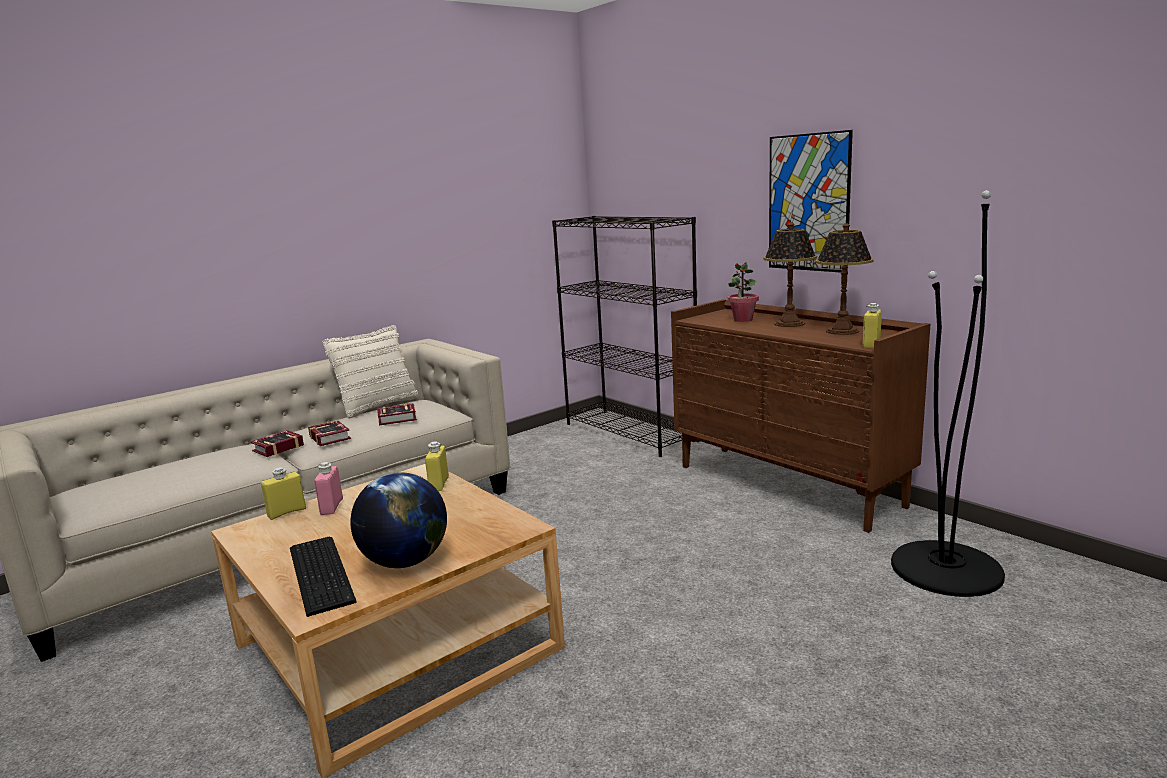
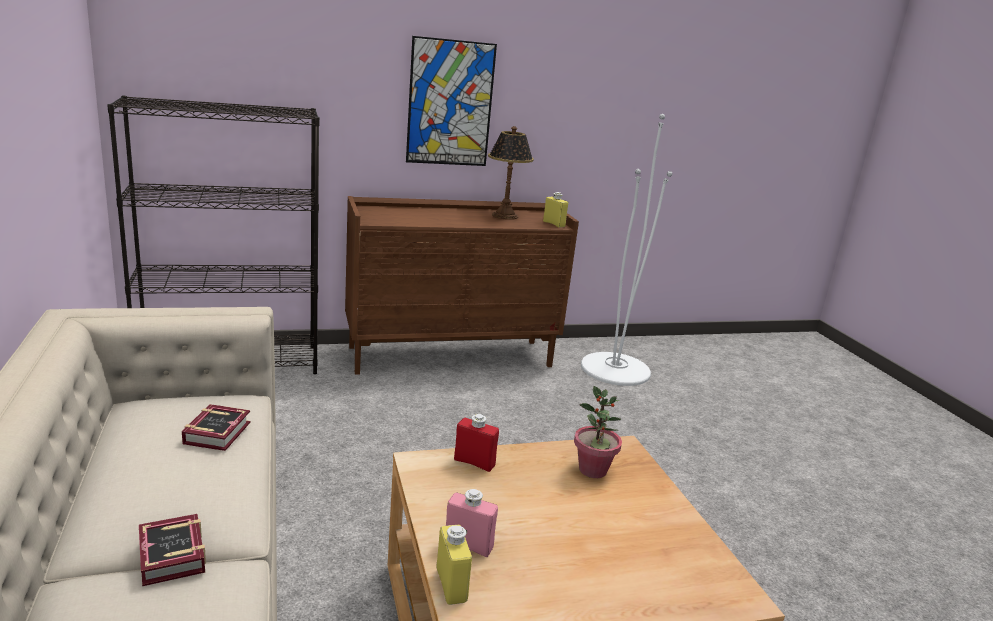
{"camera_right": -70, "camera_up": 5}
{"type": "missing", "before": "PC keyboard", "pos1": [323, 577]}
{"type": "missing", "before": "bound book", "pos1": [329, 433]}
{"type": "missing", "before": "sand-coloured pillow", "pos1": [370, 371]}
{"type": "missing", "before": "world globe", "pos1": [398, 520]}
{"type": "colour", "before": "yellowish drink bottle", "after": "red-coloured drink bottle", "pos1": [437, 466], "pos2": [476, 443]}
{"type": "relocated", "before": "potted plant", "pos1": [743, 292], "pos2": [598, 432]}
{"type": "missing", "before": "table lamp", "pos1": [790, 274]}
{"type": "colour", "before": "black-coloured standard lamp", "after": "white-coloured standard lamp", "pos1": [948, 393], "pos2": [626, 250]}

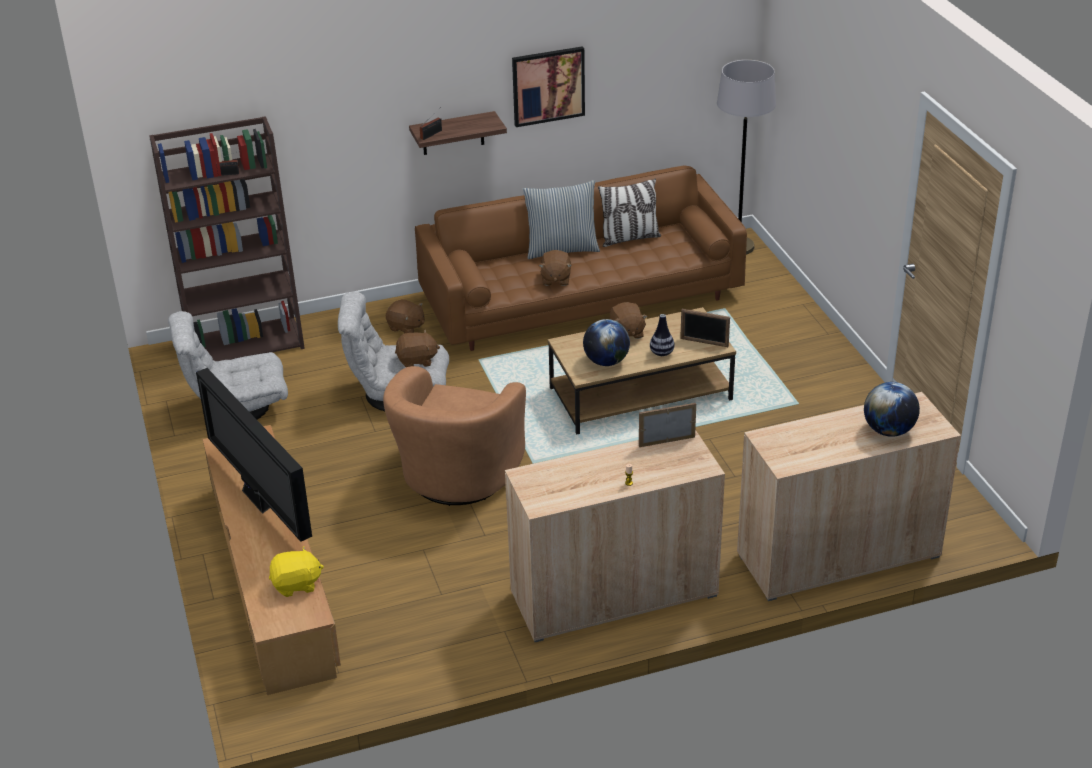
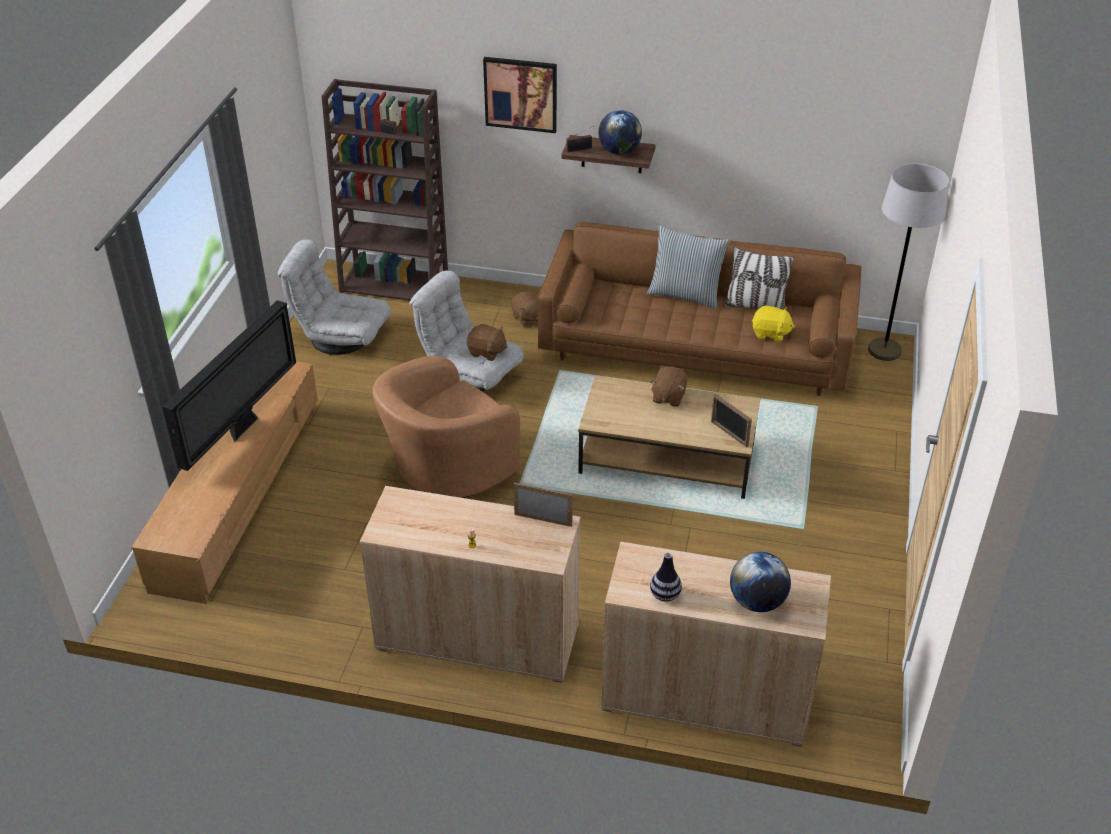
{"camera_right": 30, "camera_up": 5}
{"type": "spun", "before": "television", "pos1": [254, 455], "pos2": [229, 385], "turn": -150}
{"type": "relocated", "before": "yellowish plush toy", "pos1": [296, 571], "pos2": [773, 324]}
{"type": "relocated", "before": "picture", "pos1": [548, 86], "pos2": [520, 95]}
{"type": "missing", "before": "brown-coloured plush toy", "pos1": [555, 268]}
{"type": "relocated", "before": "world globe", "pos1": [606, 342], "pos2": [620, 132]}
{"type": "relocated", "before": "flower vase", "pos1": [662, 335], "pos2": [666, 577]}

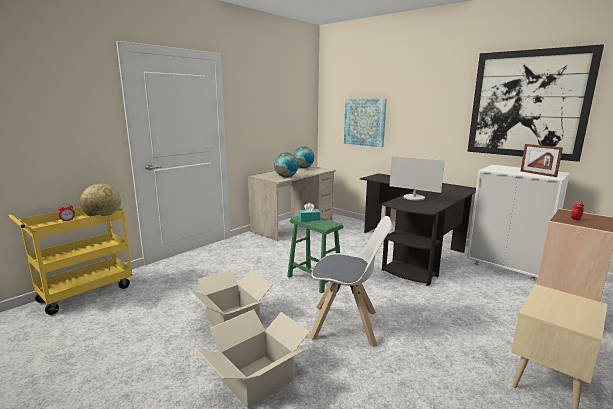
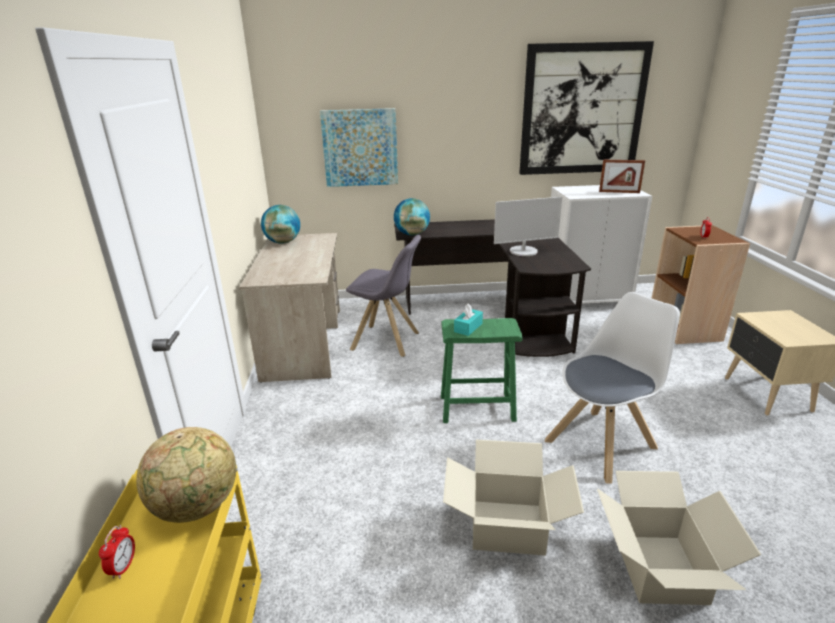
{"camera_right": -45, "camera_up": 10}
{"type": "relocated", "before": "world globe", "pos1": [286, 164], "pos2": [412, 216]}
{"type": "appeared", "after": "grey plain chair", "pos2": [383, 296]}

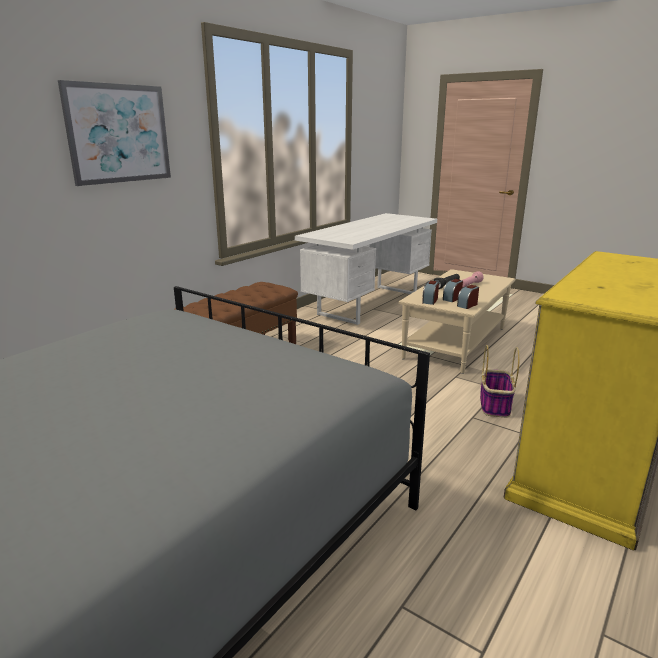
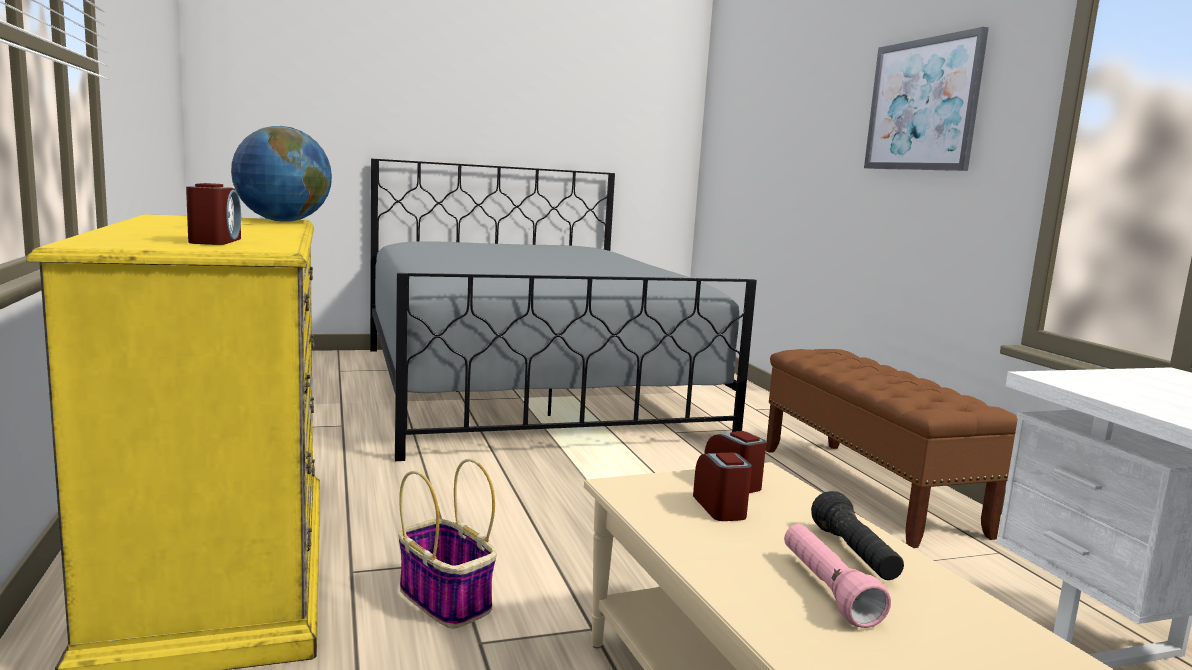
{"camera_right": 125, "camera_up": -10}
{"type": "relocated", "before": "table clock", "pos1": [468, 297], "pos2": [213, 214]}
{"type": "appeared", "after": "world globe", "pos2": [281, 174]}

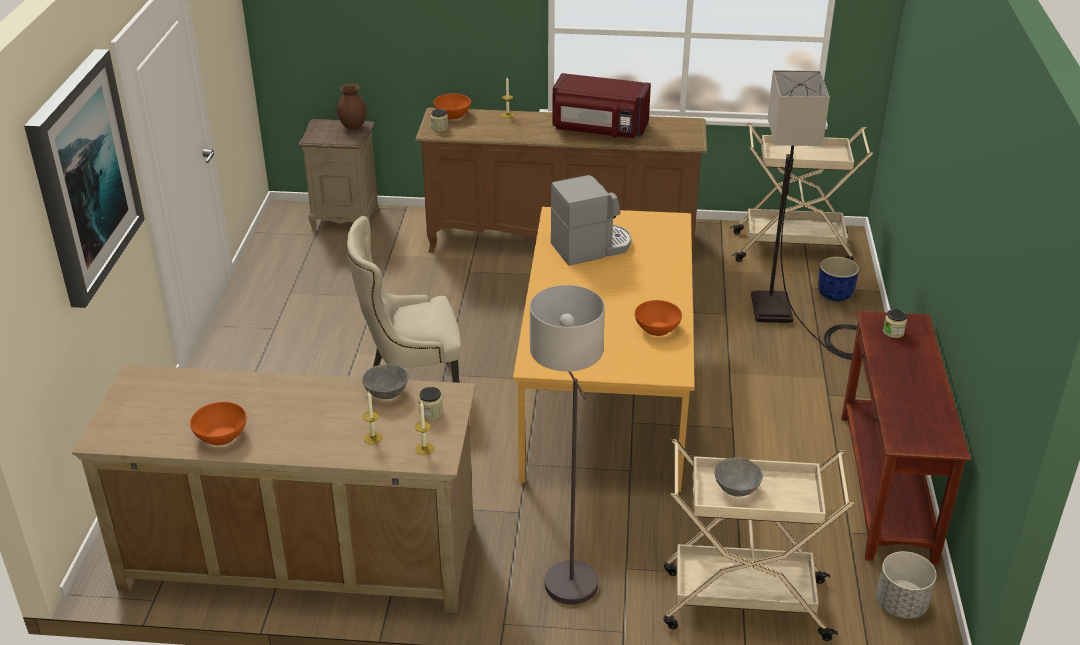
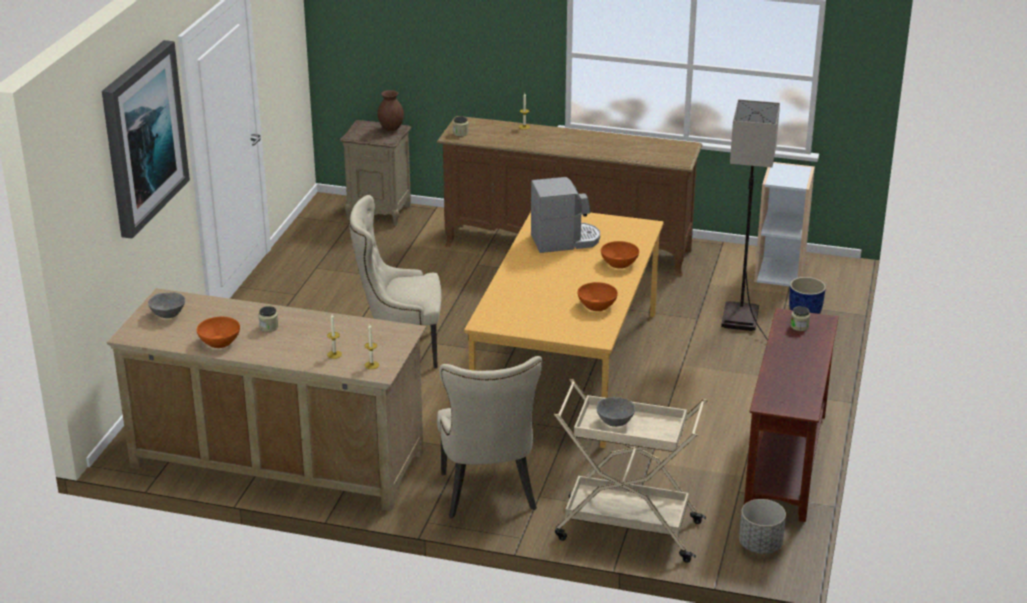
{"camera_right": 10, "camera_up": -5}
{"type": "relocated", "before": "grey serving bowl", "pos1": [385, 381], "pos2": [166, 305]}
{"type": "relocated", "before": "jar", "pos1": [430, 403], "pos2": [269, 319]}
{"type": "relocated", "before": "orange serving bowl", "pos1": [452, 106], "pos2": [620, 255]}
{"type": "exchanged", "before": "grey standard lamp", "after": "sand-coloured plain chair", "pos1": [567, 445], "pos2": [489, 437]}
{"type": "missing", "before": "red-coloured kitchen microwave", "pos1": [601, 105]}
{"type": "exchanged", "before": "sand-coloured wheeled cart", "after": "bookshelf", "pos1": [802, 192], "pos2": [784, 224]}

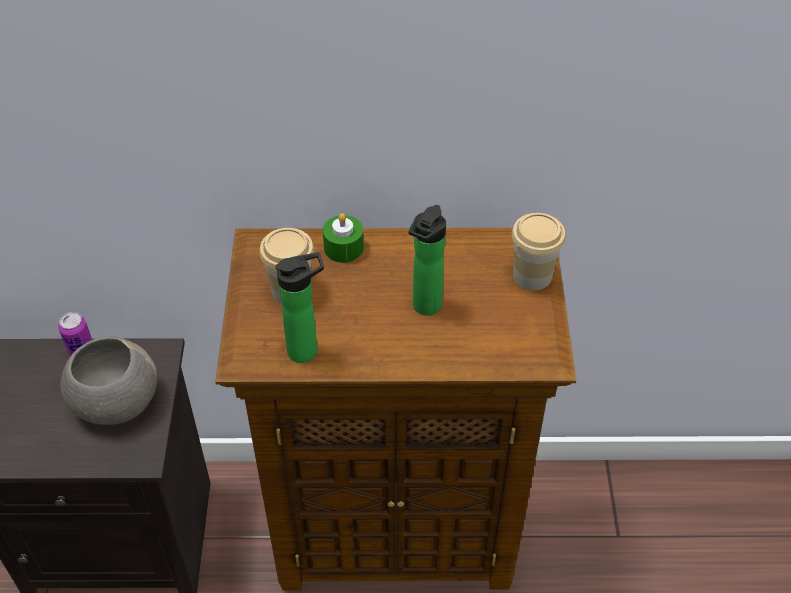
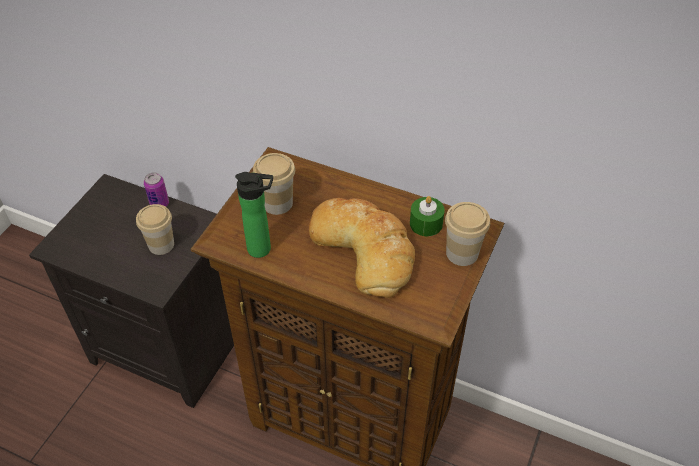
{"camera_right": 25, "camera_up": 0}
{"type": "exchanged", "before": "grey serving bowl", "after": "drinking cup", "pos1": [108, 380], "pos2": [155, 229]}
{"type": "relocated", "before": "green wax light", "pos1": [343, 238], "pos2": [427, 216]}
{"type": "exchanged", "before": "drink bottle", "after": "bakery bread", "pos1": [427, 260], "pos2": [362, 248]}

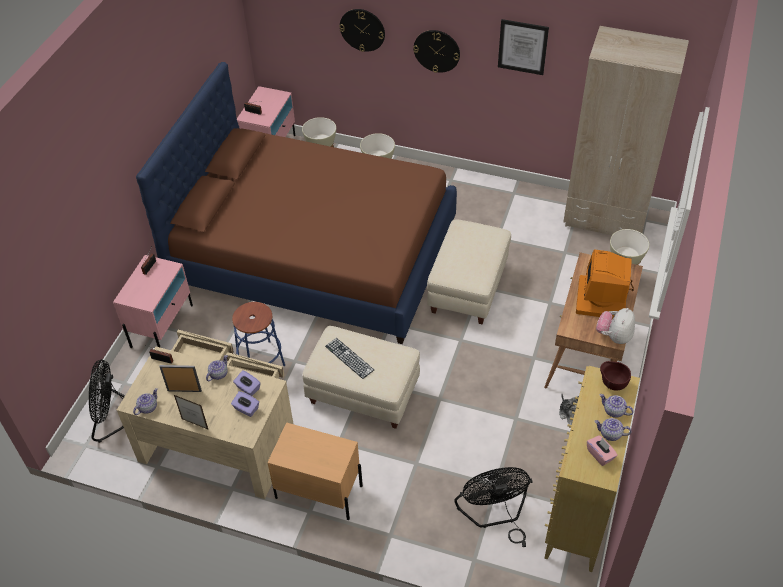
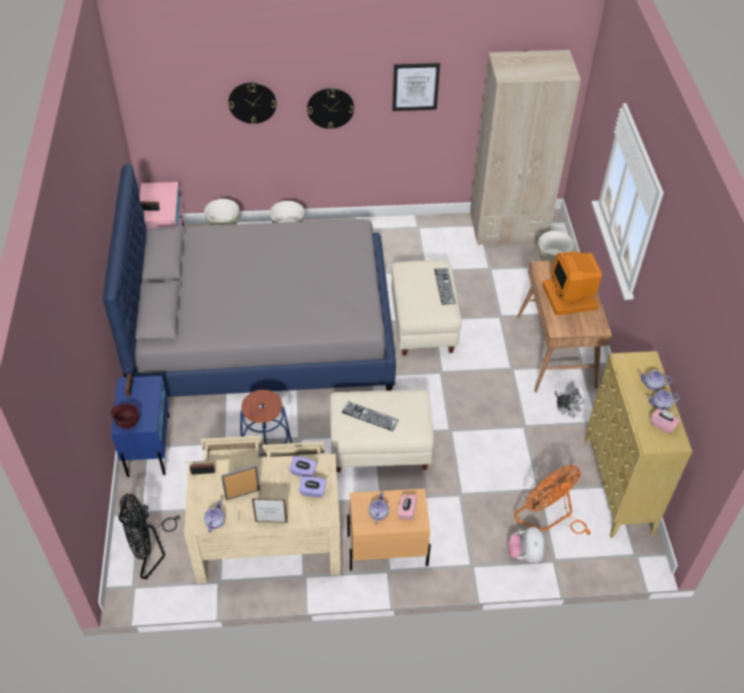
{"camera_right": -25, "camera_up": 0}
{"type": "colour", "before": "pink nightstand", "after": "blue nightstand", "pos1": [153, 301], "pos2": [140, 426]}
{"type": "colour", "before": "brown-coloured bed", "after": "grey bed", "pos1": [296, 203], "pos2": [249, 280]}
{"type": "relocated", "before": "tea pot", "pos1": [217, 368], "pos2": [379, 508]}
{"type": "colour", "before": "black-coloured cooling fan", "after": "orange cooling fan", "pos1": [493, 507], "pos2": [552, 500]}
{"type": "relocated", "before": "plush toy", "pos1": [615, 326], "pos2": [526, 545]}
{"type": "relocated", "before": "brown-coloured serving bowl", "pos1": [615, 376], "pos2": [125, 416]}
{"type": "appeared", "after": "pink tissue box", "pos2": [407, 507]}
{"type": "appeared", "after": "PC keyboard", "pos2": [445, 286]}

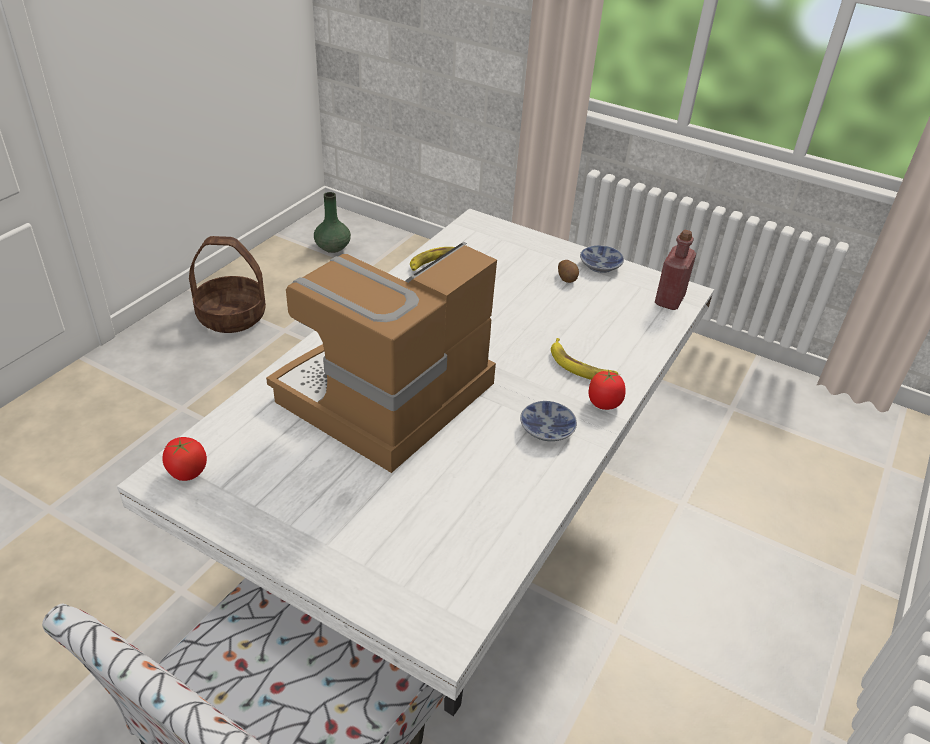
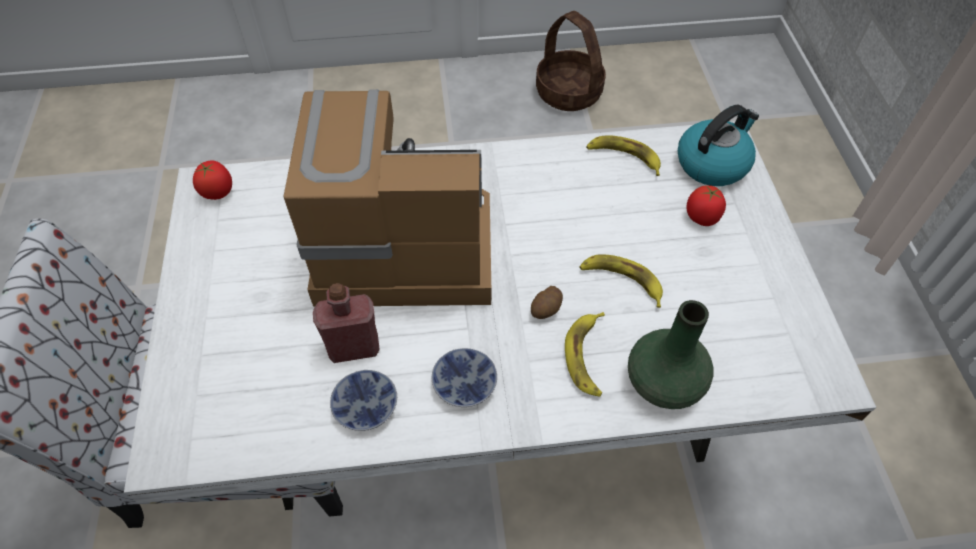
{"camera_right": 55, "camera_up": 15}
{"type": "relocated", "before": "green flower vase", "pos1": [332, 222], "pos2": [671, 354]}
{"type": "relocated", "before": "whole potato", "pos1": [568, 271], "pos2": [547, 302]}
{"type": "relocated", "before": "serving bowl", "pos1": [602, 259], "pos2": [363, 400]}
{"type": "relocated", "before": "fresh tomato", "pos1": [607, 389], "pos2": [706, 205]}
{"type": "relocated", "before": "red-coloured drink bottle", "pos1": [675, 270], "pos2": [346, 323]}
{"type": "appeared", "after": "banana", "pos2": [621, 281]}
{"type": "appeared", "after": "tea kettle", "pos2": [718, 145]}

